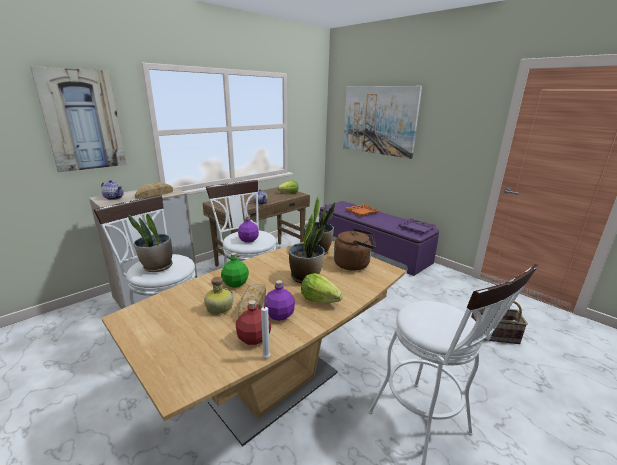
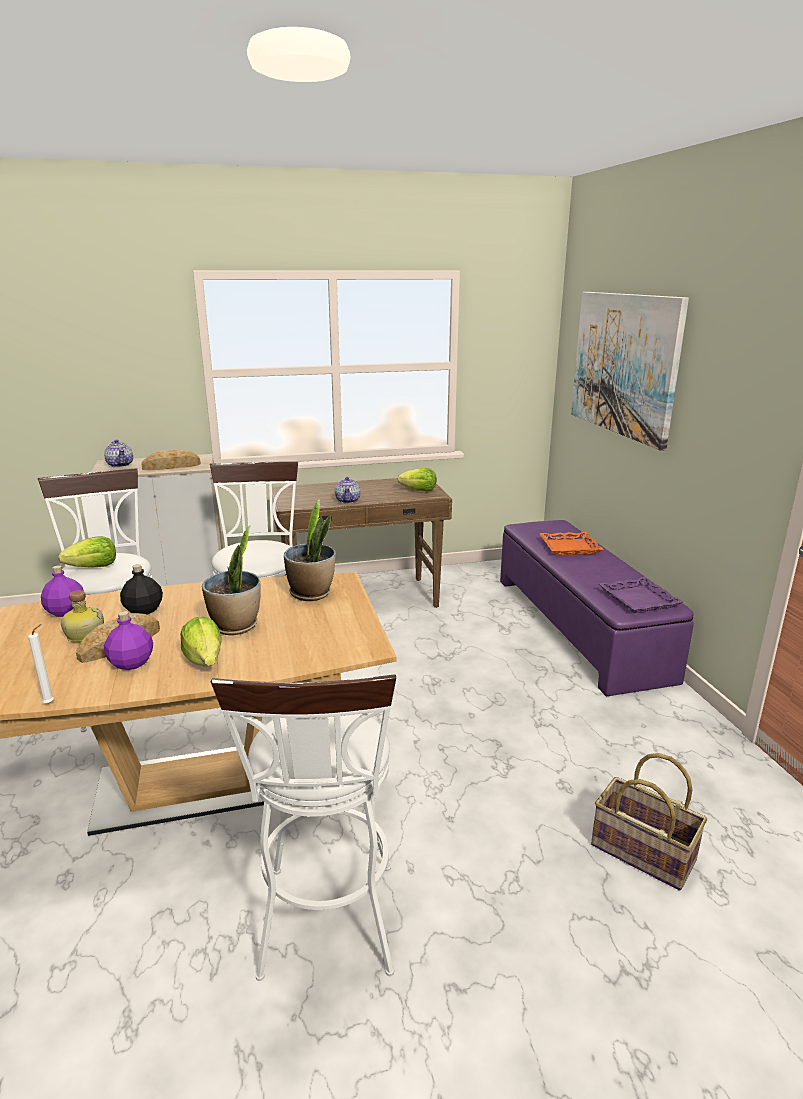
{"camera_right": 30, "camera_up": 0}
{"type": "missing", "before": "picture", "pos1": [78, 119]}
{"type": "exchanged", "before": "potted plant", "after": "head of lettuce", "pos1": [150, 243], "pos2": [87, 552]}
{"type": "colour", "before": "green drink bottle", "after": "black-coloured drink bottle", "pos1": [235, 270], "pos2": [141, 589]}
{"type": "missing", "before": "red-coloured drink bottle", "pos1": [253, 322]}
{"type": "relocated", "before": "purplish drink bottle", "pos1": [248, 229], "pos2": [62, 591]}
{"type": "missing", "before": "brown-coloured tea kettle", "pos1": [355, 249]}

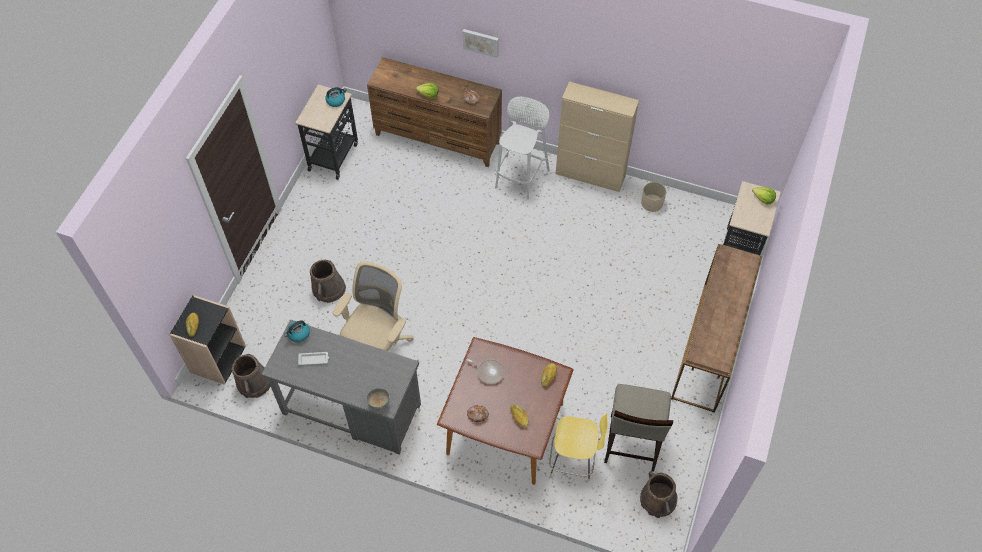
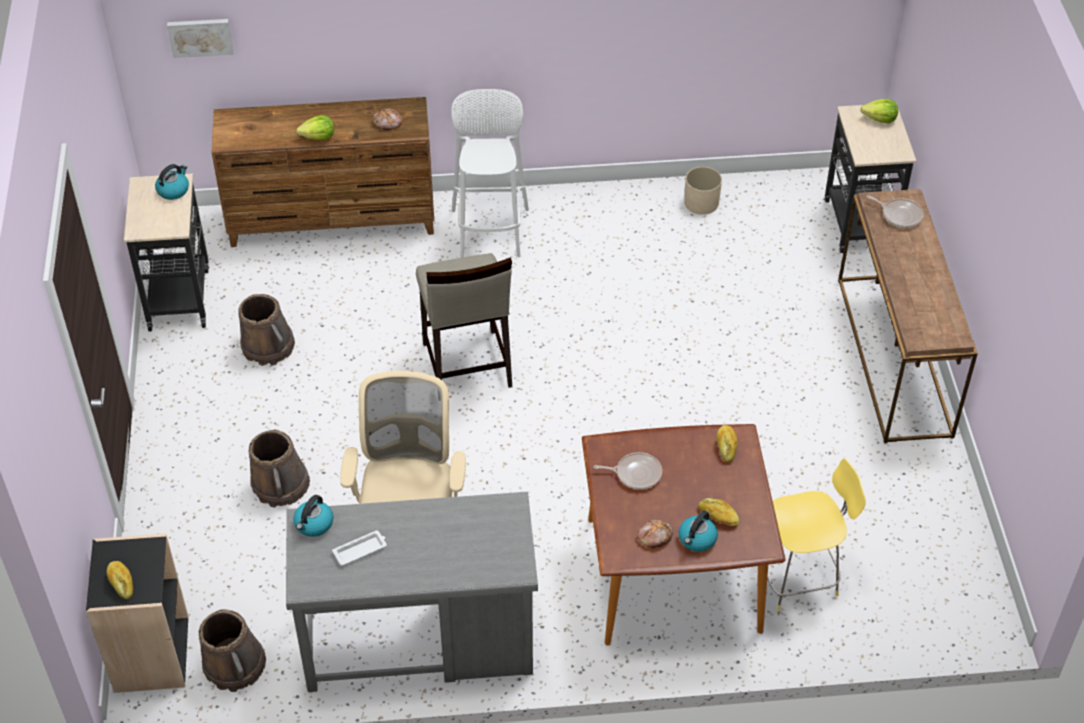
{"camera_right": -25, "camera_up": -10}
{"type": "missing", "before": "grey serving bowl", "pos1": [378, 399]}
{"type": "relocated", "before": "picture", "pos1": [480, 43], "pos2": [200, 38]}
{"type": "missing", "before": "sand-coloured storage cabinet", "pos1": [597, 137]}
{"type": "relocated", "before": "sand-coloured stool", "pos1": [638, 428], "pos2": [464, 320]}
{"type": "relocated", "before": "brown-coloured water bucket", "pos1": [658, 494], "pos2": [266, 330]}
{"type": "appeared", "after": "tea kettle", "pos2": [698, 531]}
{"type": "appeared", "after": "pan", "pos2": [895, 211]}

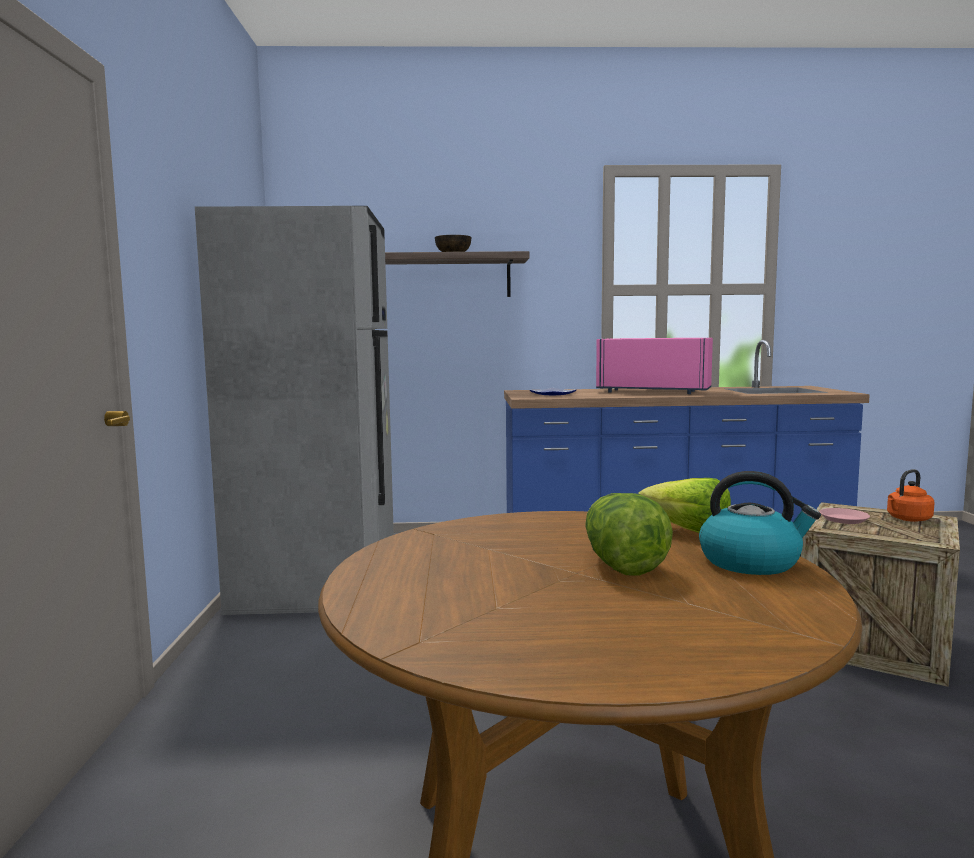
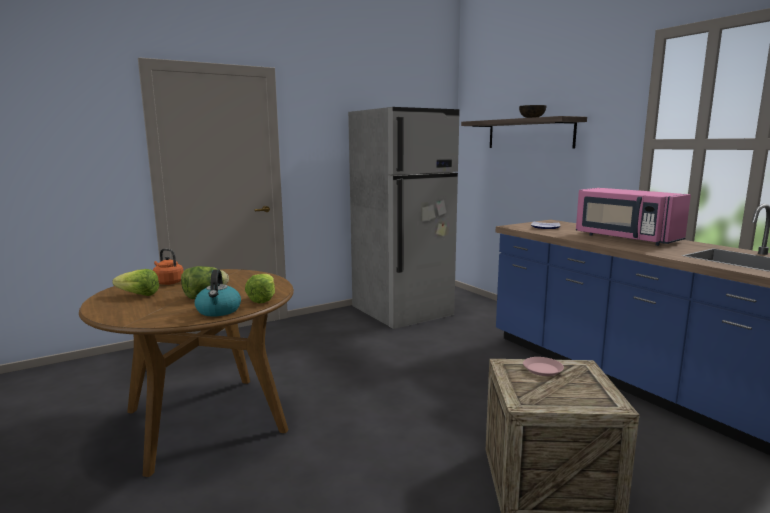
{"camera_right": 60, "camera_up": 5}
{"type": "spun", "before": "pink kitchen microwave", "pos1": [654, 366], "pos2": [633, 217], "turn": 150}
{"type": "relocated", "before": "orange tea kettle", "pos1": [910, 495], "pos2": [168, 266]}
{"type": "appeared", "after": "head of lettuce", "pos2": [135, 282]}

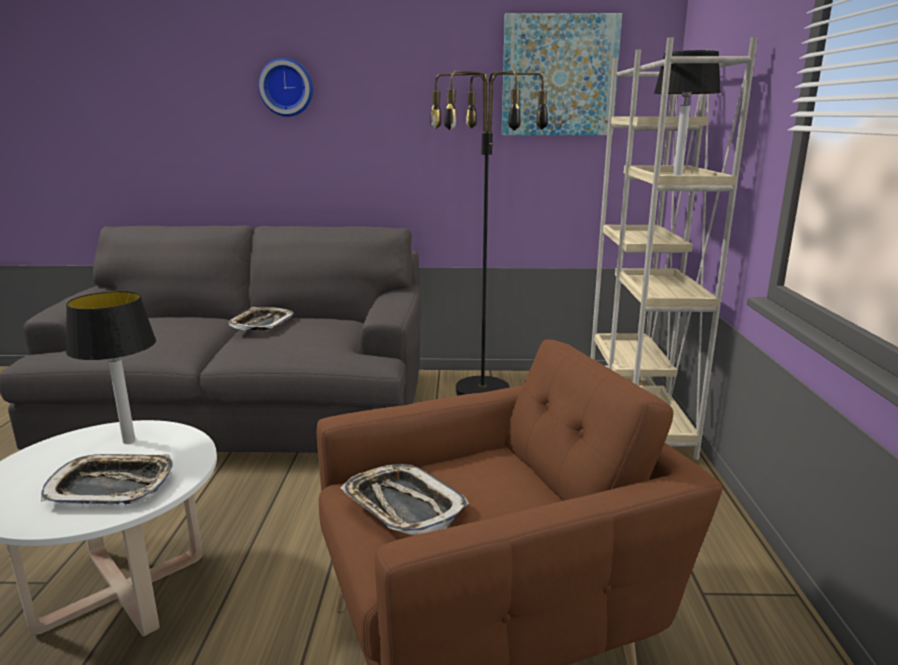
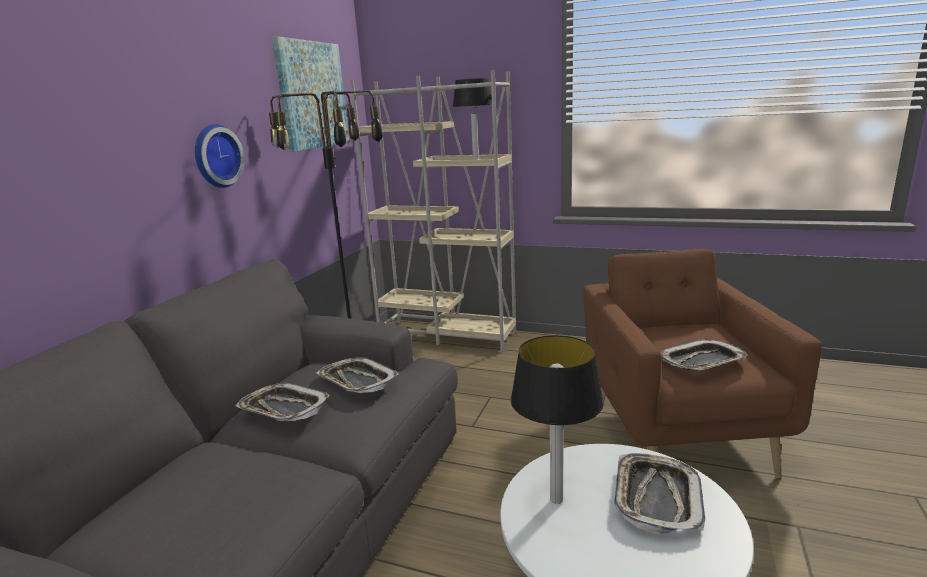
{"camera_right": -70, "camera_up": 0}
{"type": "relocated", "before": "wall clock", "pos1": [285, 87], "pos2": [220, 156]}
{"type": "appeared", "after": "carrying tray", "pos2": [358, 375]}

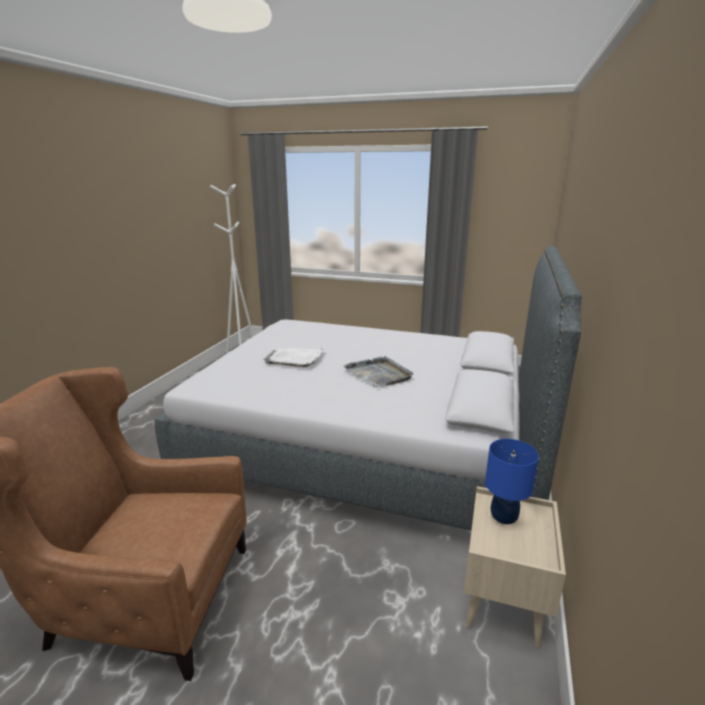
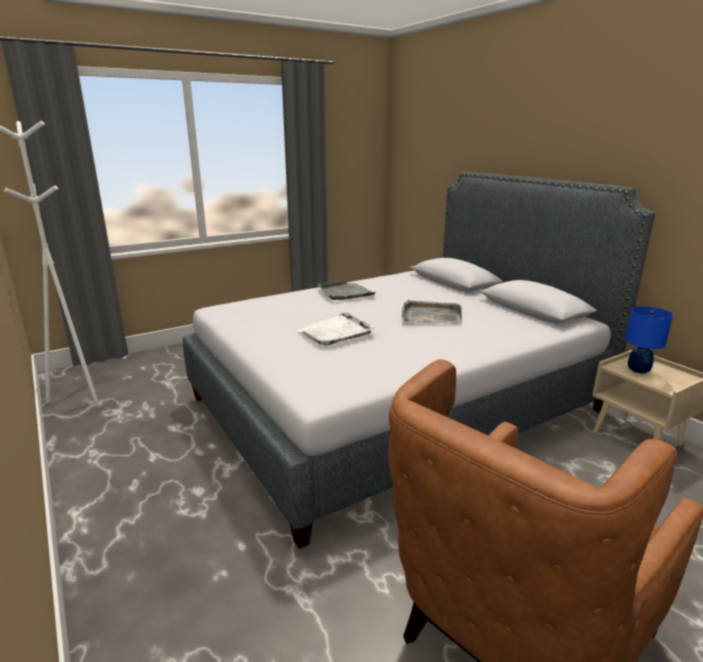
{"camera_right": -50, "camera_up": 0}
{"type": "appeared", "after": "grey carrying tray", "pos2": [346, 290]}

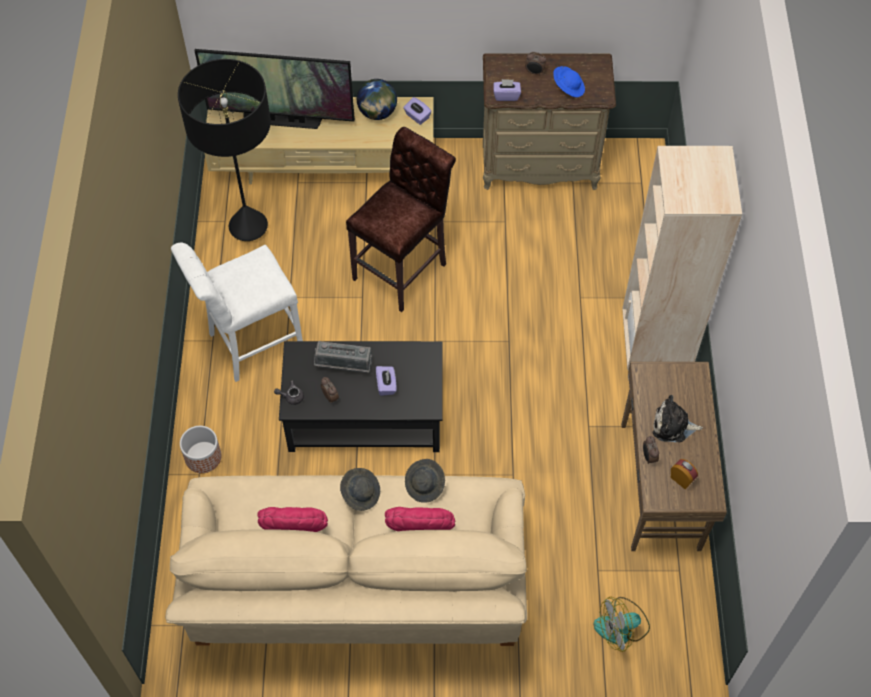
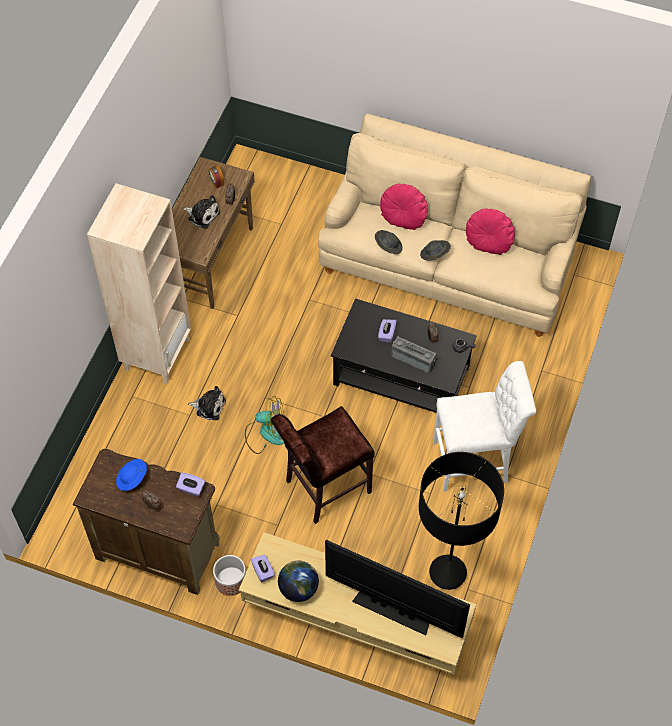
{"camera_right": -160, "camera_up": 0}
{"type": "relocated", "before": "flower pot", "pos1": [201, 449], "pos2": [229, 575]}
{"type": "relocated", "before": "cooling fan", "pos1": [621, 624], "pos2": [264, 425]}
{"type": "appeared", "after": "plush toy", "pos2": [207, 403]}

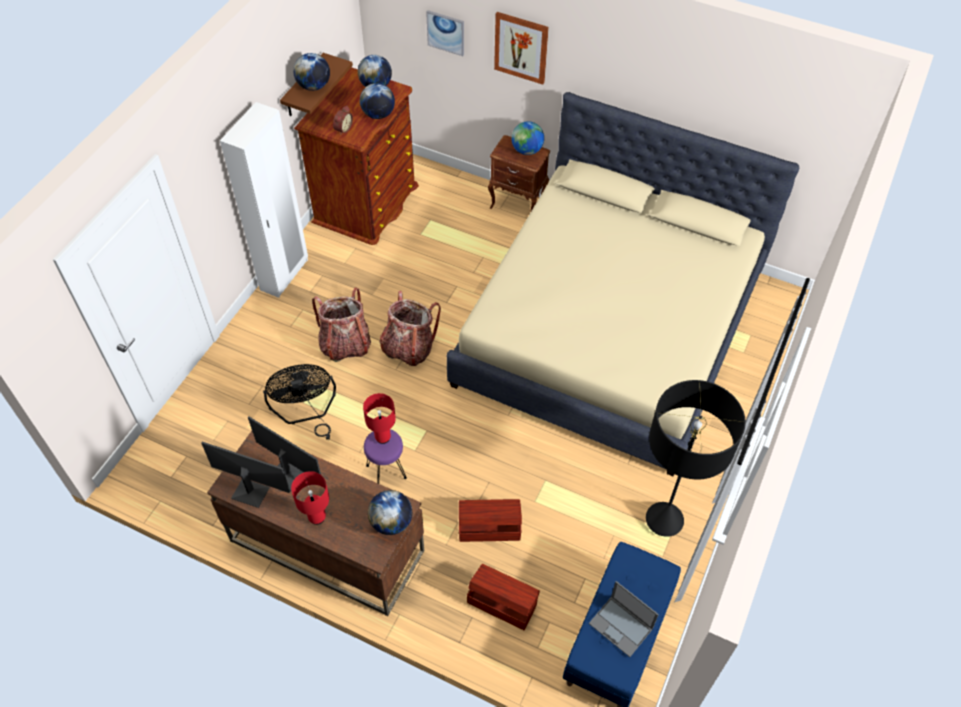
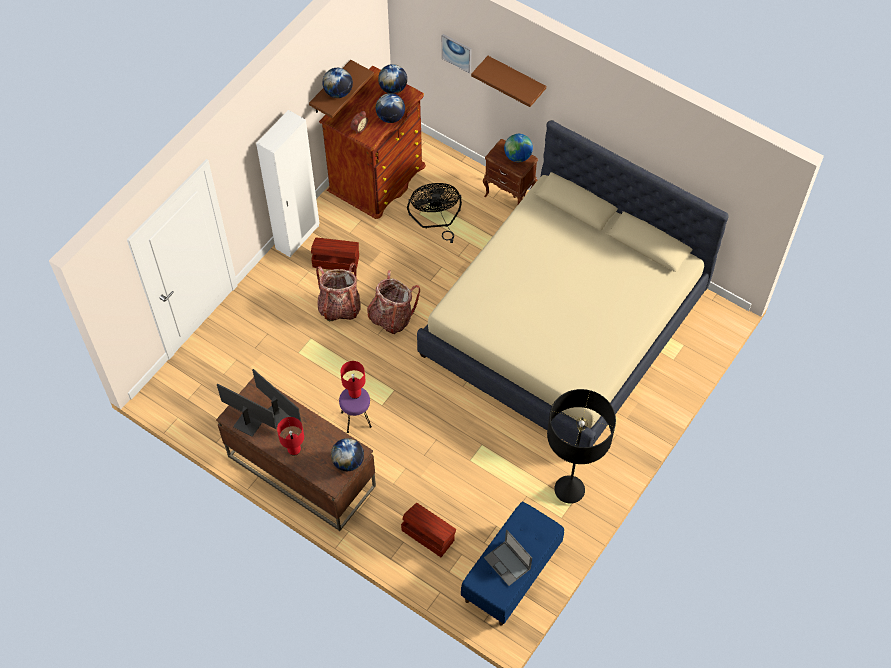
{"camera_right": 10, "camera_up": 5}
{"type": "relocated", "before": "black-coloured cooling fan", "pos1": [299, 402], "pos2": [434, 213]}
{"type": "relocated", "before": "brown-coloured storage box", "pos1": [490, 520], "pos2": [335, 254]}
{"type": "exchanged", "before": "picture", "after": "brown-coloured wall shelf", "pos1": [521, 48], "pos2": [508, 81]}

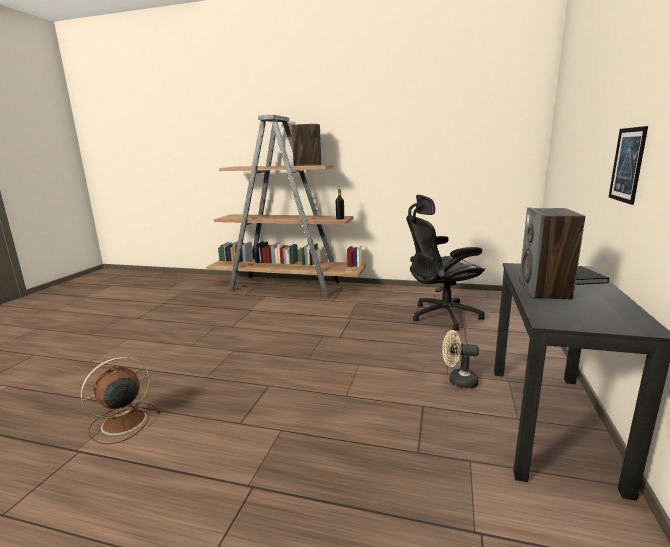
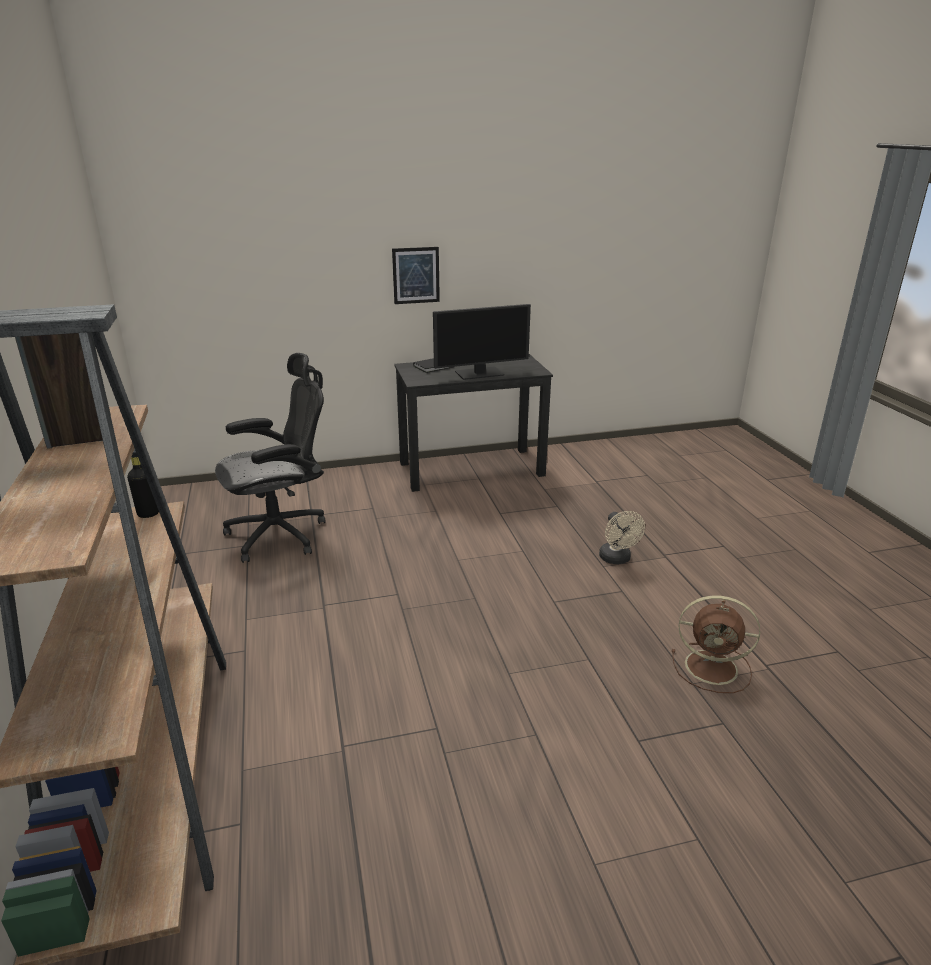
{"camera_right": -120, "camera_up": 10}
{"type": "spun", "before": "desk chair", "pos1": [445, 263], "pos2": [270, 458], "turn": -75}
{"type": "relocated", "before": "sand-coloured cooling fan", "pos1": [460, 359], "pos2": [622, 537]}
{"type": "exchanged", "before": "audio speaker", "after": "monitor", "pos1": [552, 253], "pos2": [482, 342]}

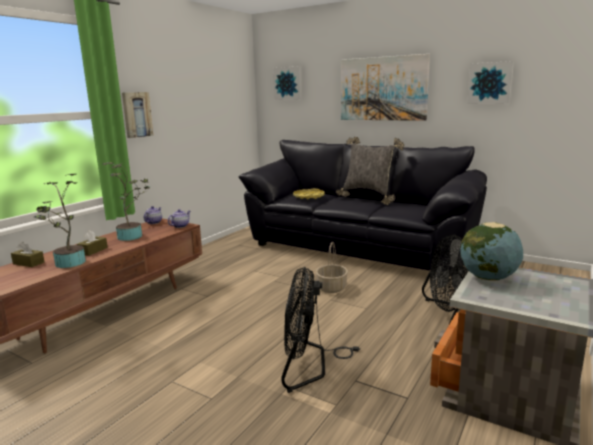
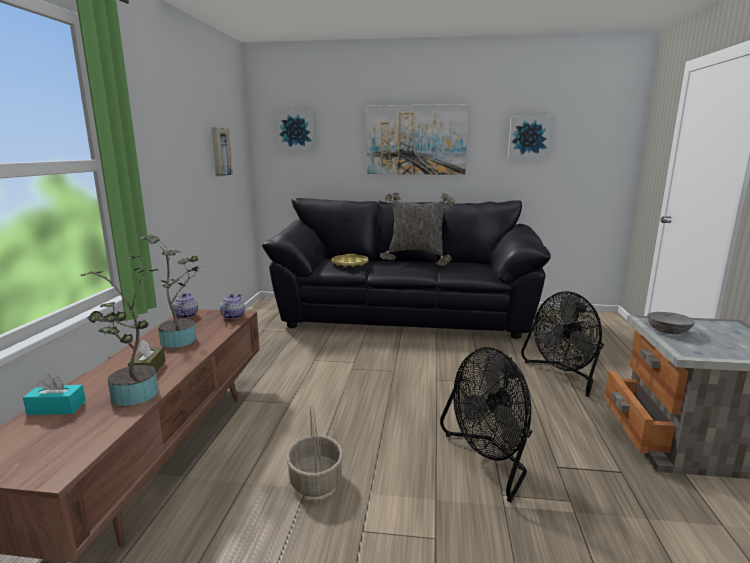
{"camera_right": -25, "camera_up": 0}
{"type": "colour", "before": "brown-coloured tissue box", "after": "blue-green tissue box", "pos1": [27, 254], "pos2": [54, 394]}
{"type": "relocated", "before": "picture", "pos1": [137, 115], "pos2": [222, 151]}
{"type": "relocated", "before": "storage basket", "pos1": [332, 267], "pos2": [314, 450]}
{"type": "exchanged", "before": "world globe", "after": "grey serving bowl", "pos1": [491, 251], "pos2": [670, 323]}

